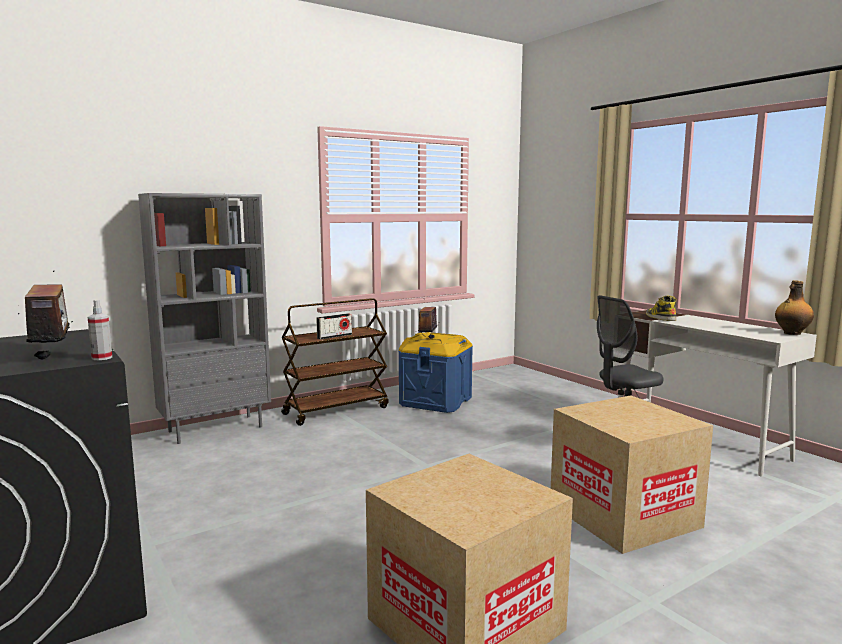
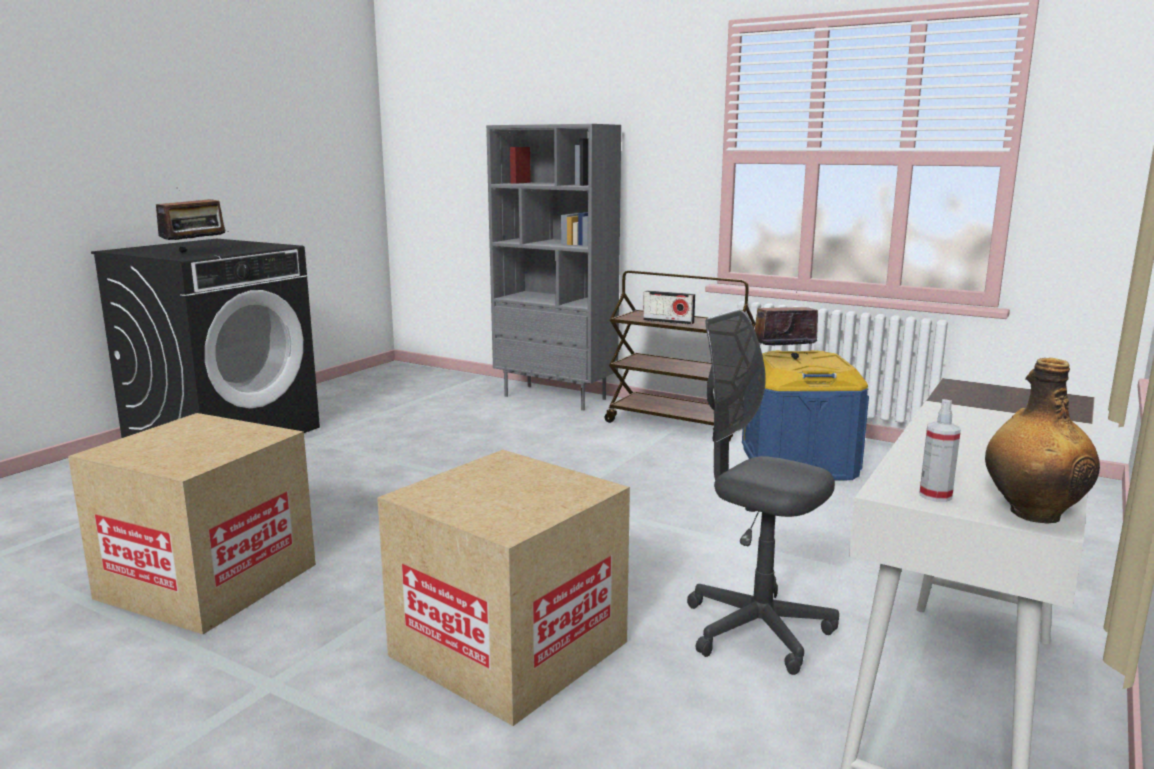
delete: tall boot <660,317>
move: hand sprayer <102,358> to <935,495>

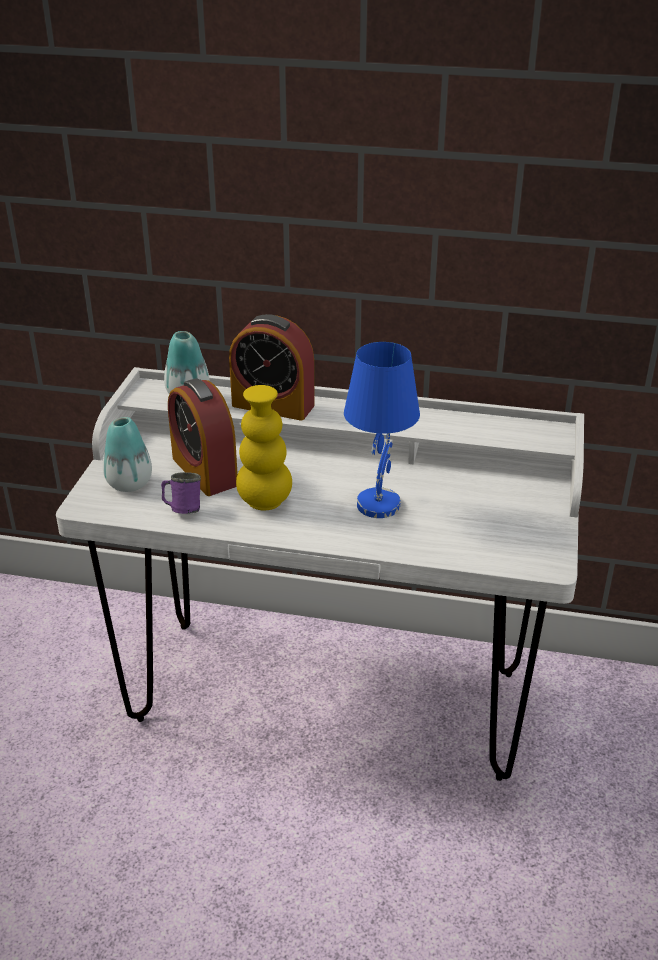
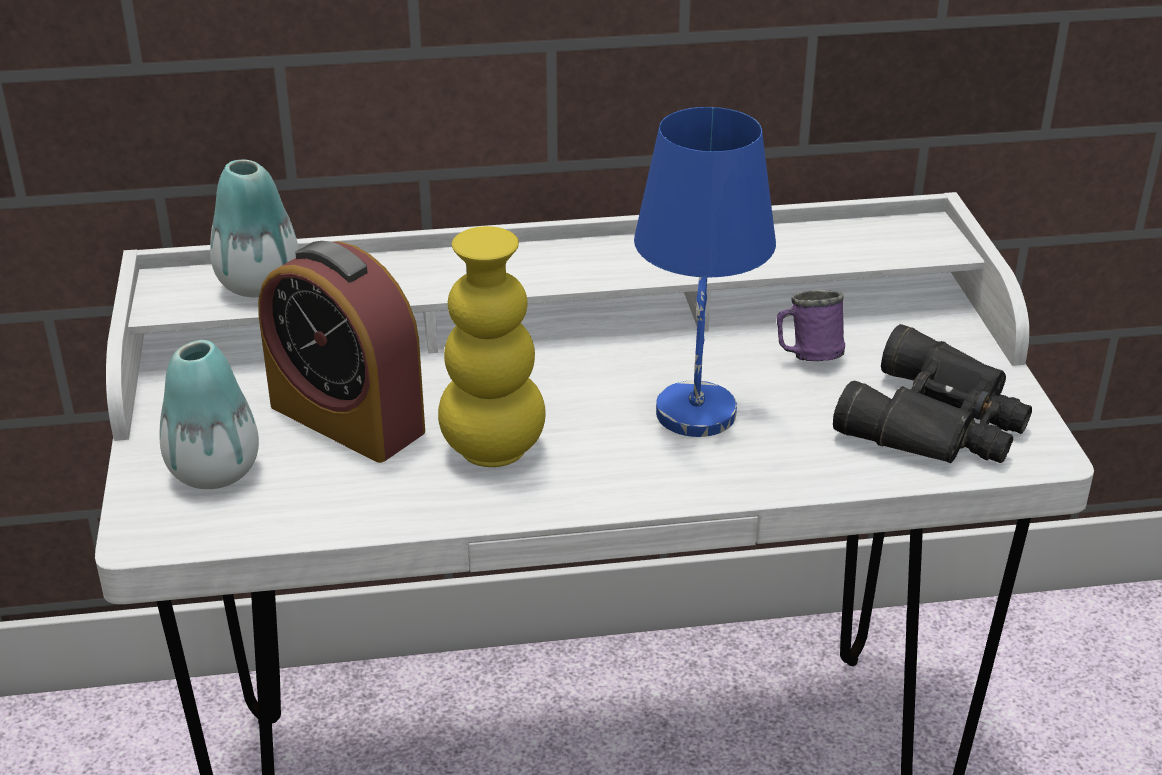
delete: bedside clock <273,405>
insert: pair of binoculars/black-coloured <939,422>
move: mug/purple <182,509> to <807,357>

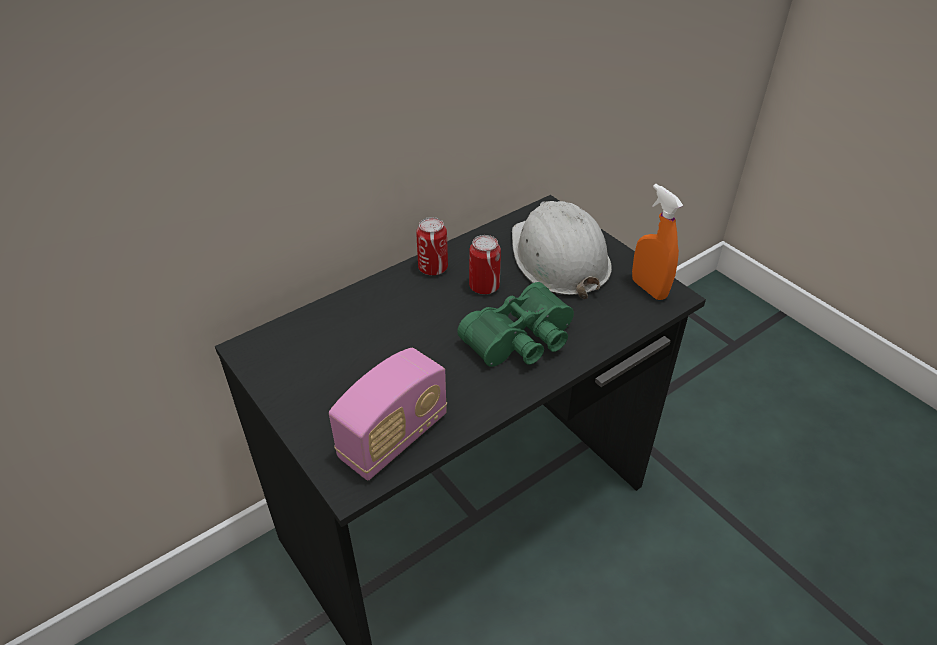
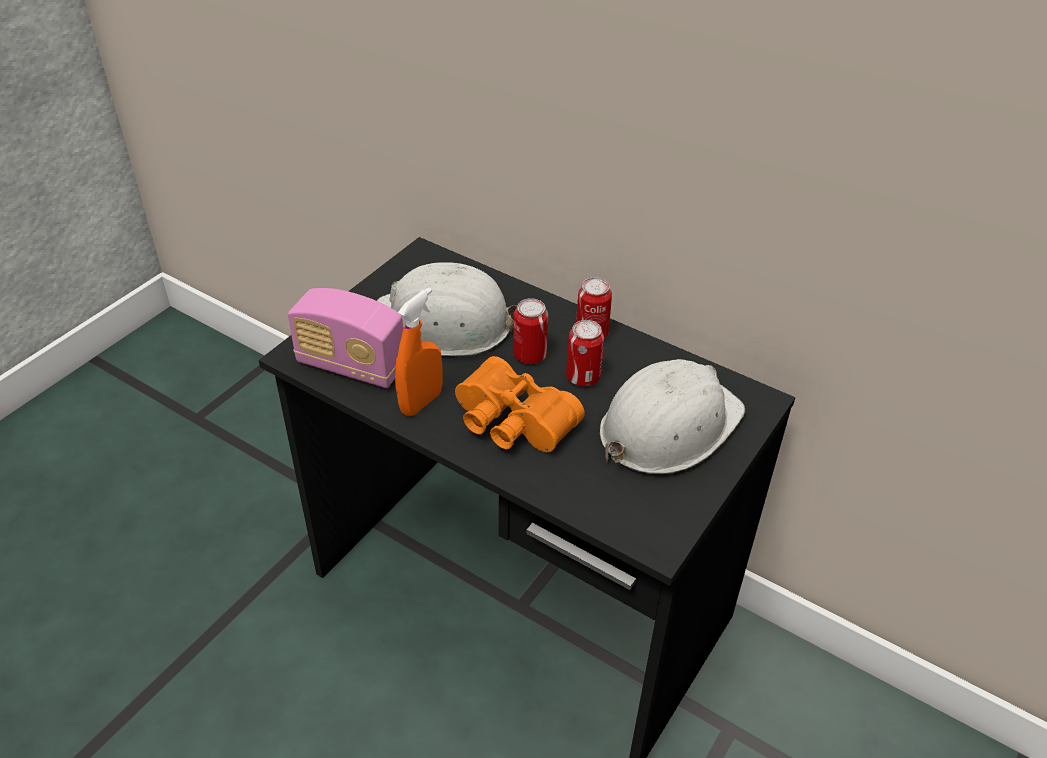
insert: safety helmet/whitish <443,324>; can <529,355>
move: hand sprayer/orange-coloured <648,288> to <421,402>
recolor: pair of binoculars/green <522,341> to pair of binoculars/orange-coloured <511,423>

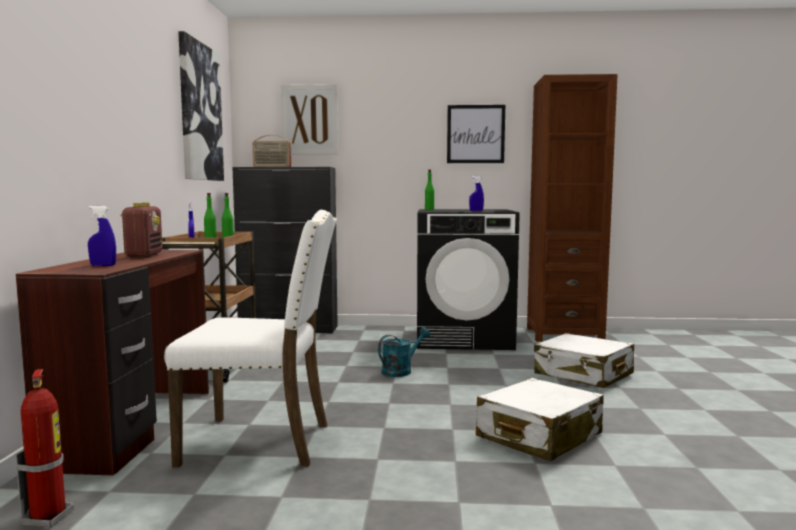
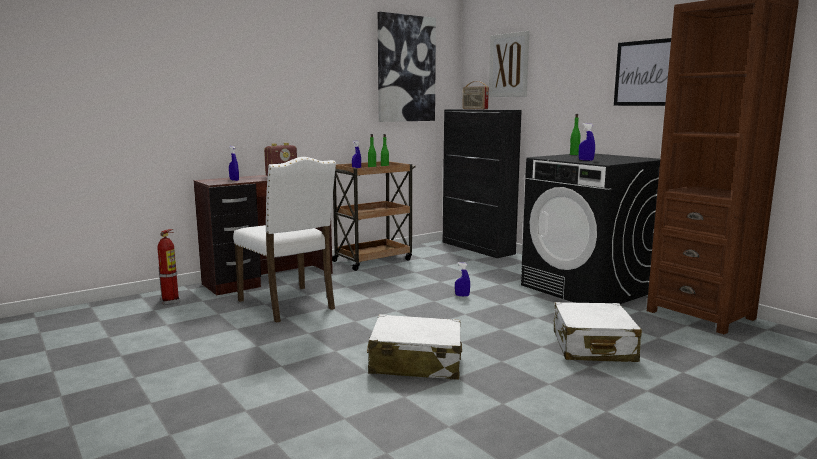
replace: watering pot/blue-green <401,371> to hand sprayer/bluish <462,295>

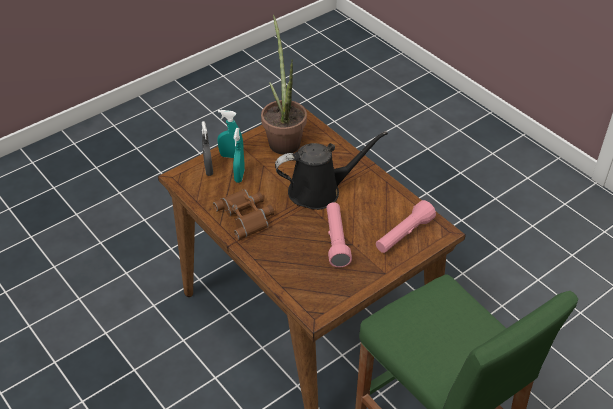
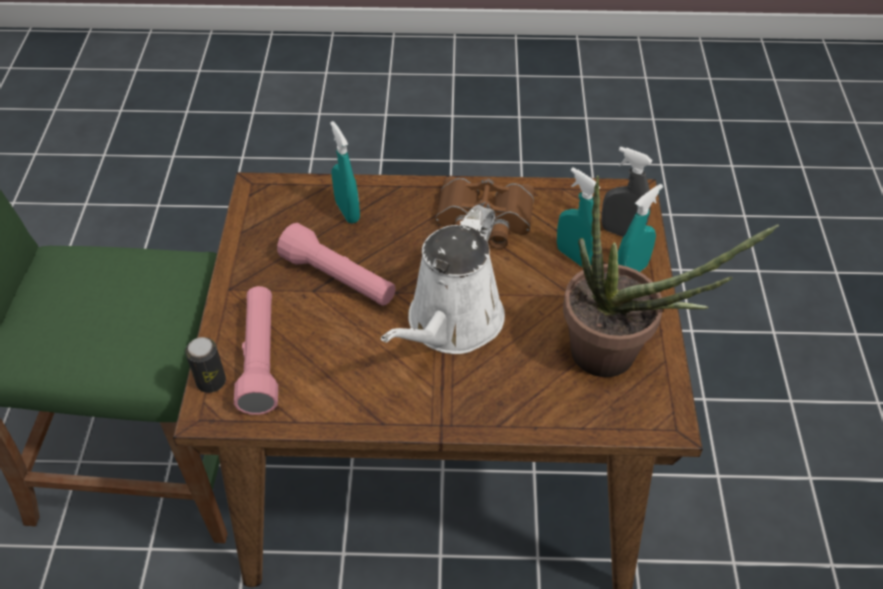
insert: hand sprayer/blue-green <347,211>; can <211,382>
recolor: watering pot/black-coloured <319,191> to watering pot/whitish <451,324>

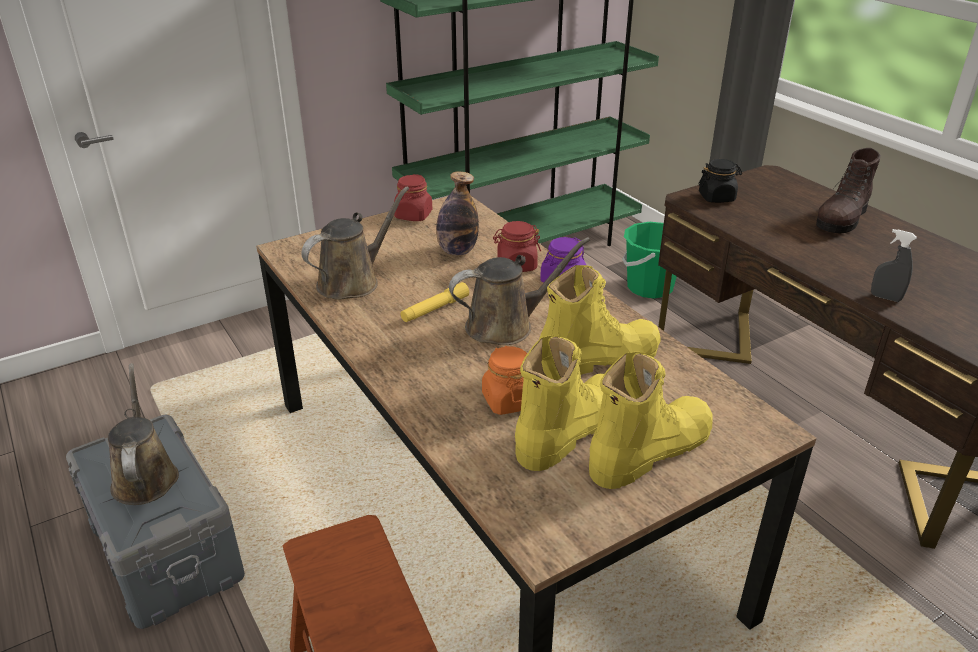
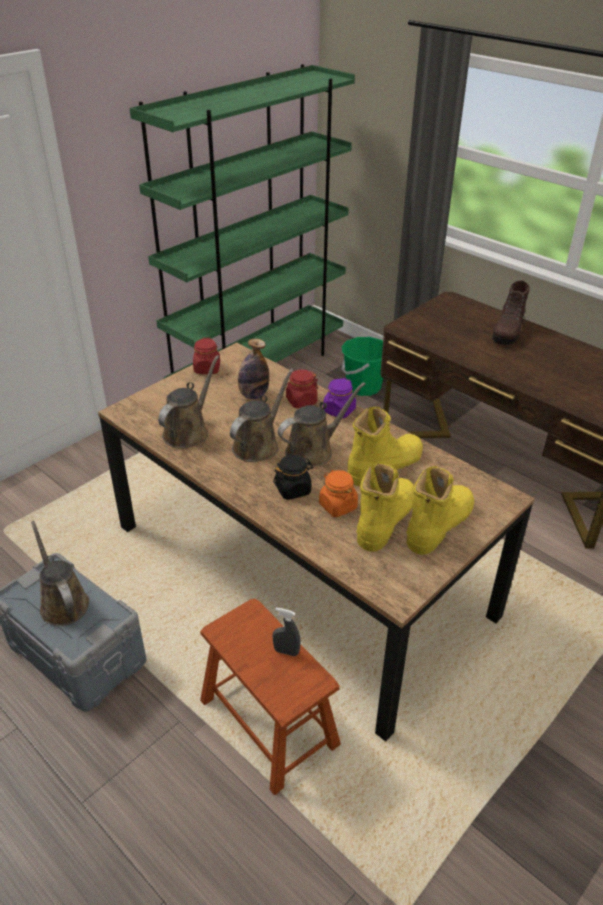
move: preserve jar/black-coloured <717,197> to <293,489>; hand sprayer/greyish <885,297> to <286,651>
replace: torch/yellow <435,309> to watering pot/brown <258,445>

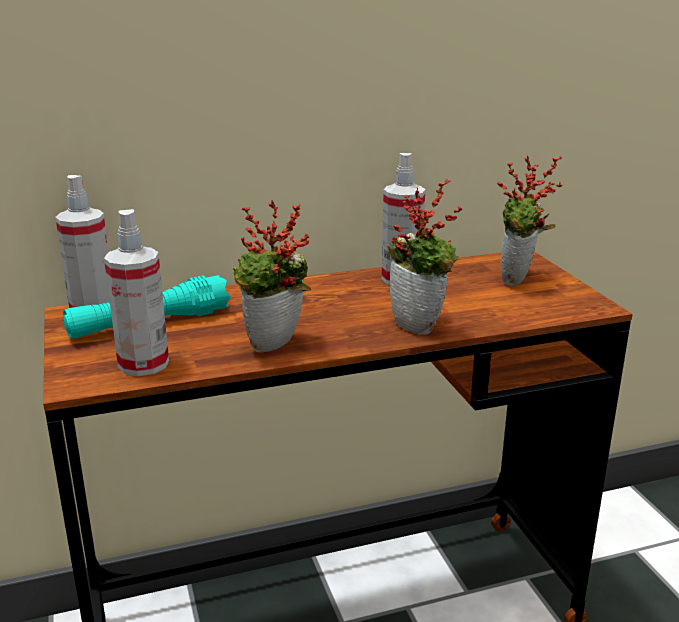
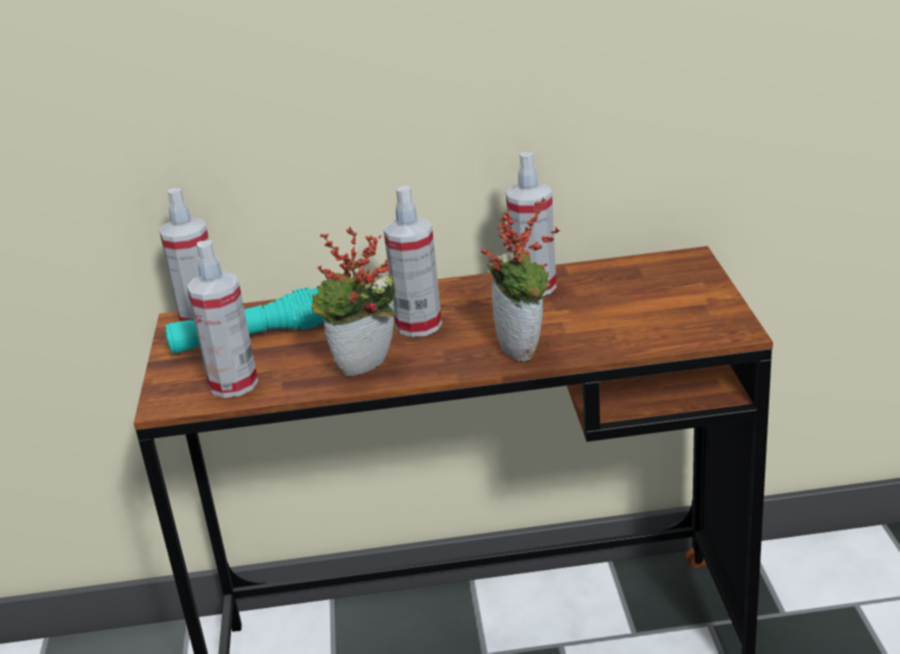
delete: houseplant <519,281>
insert: hand sprayer <418,325>

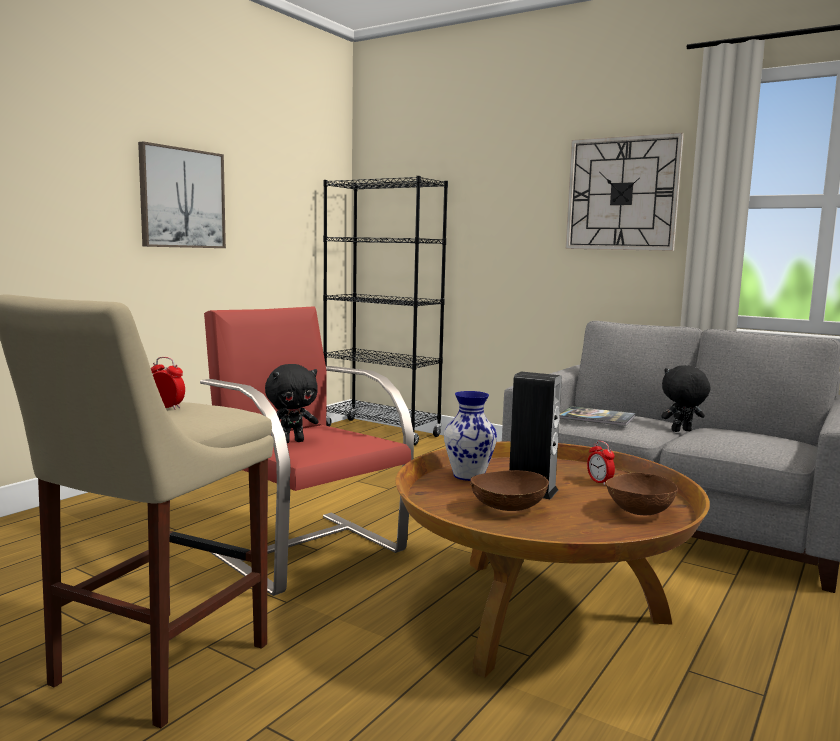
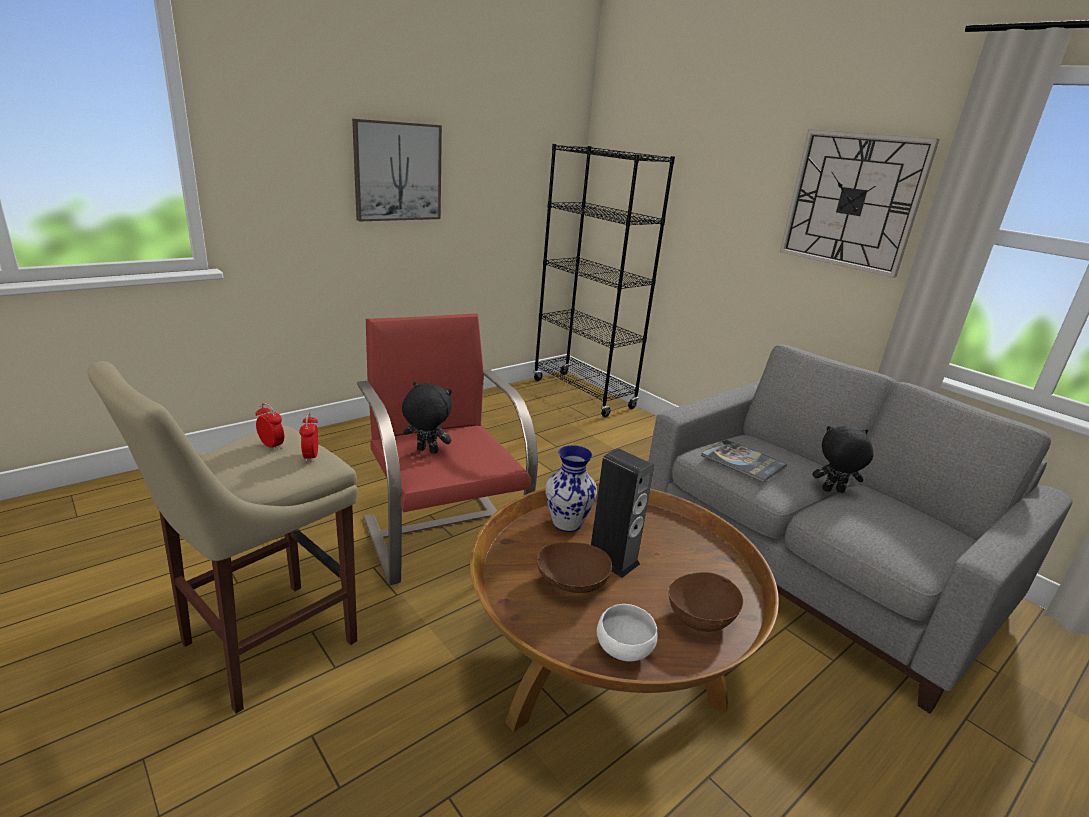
insert: serving bowl/whitish <624,650>
move: bedside clock <599,482> to <311,456>
rotate: cuddly toy/black-coloured <292,441> = <426,451> 150 degrees counterclockwise

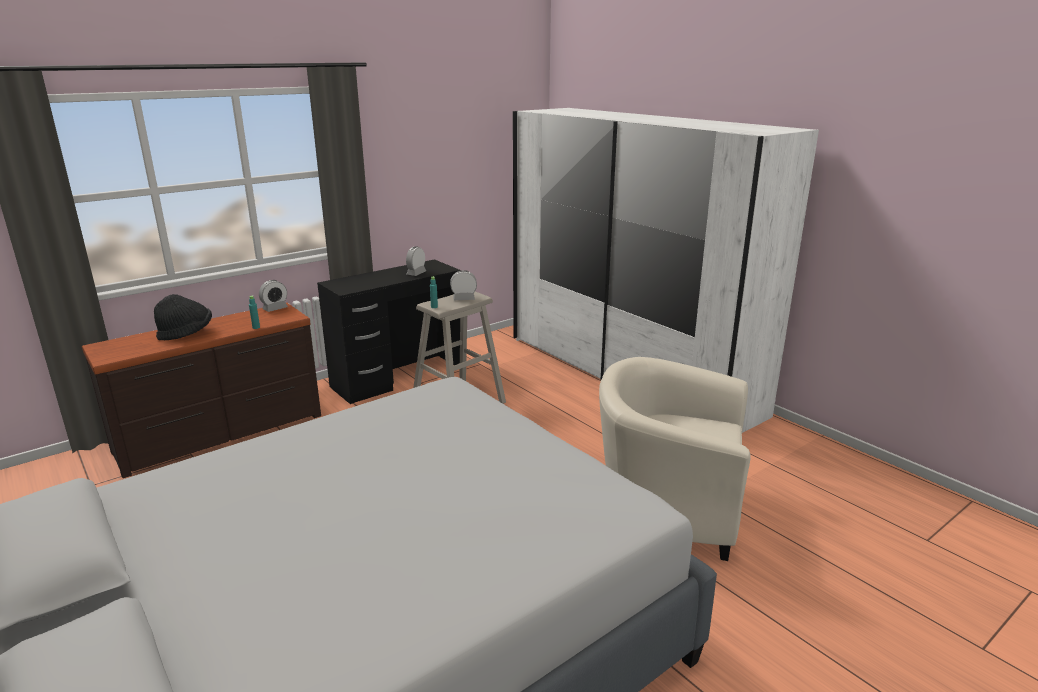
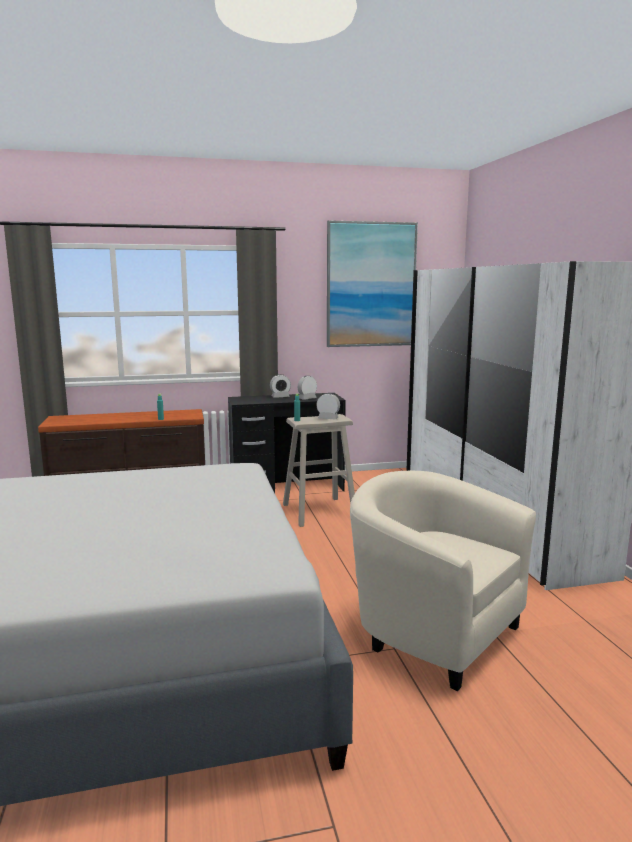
delete: hat/black-coloured <186,334>
insert: picture <371,285>
move: bedside clock <275,308> to <280,397>

